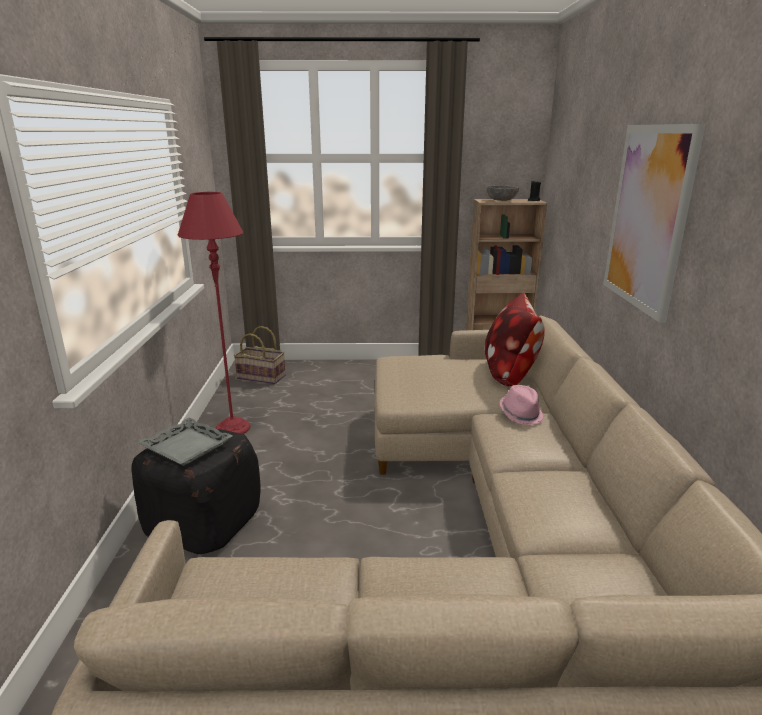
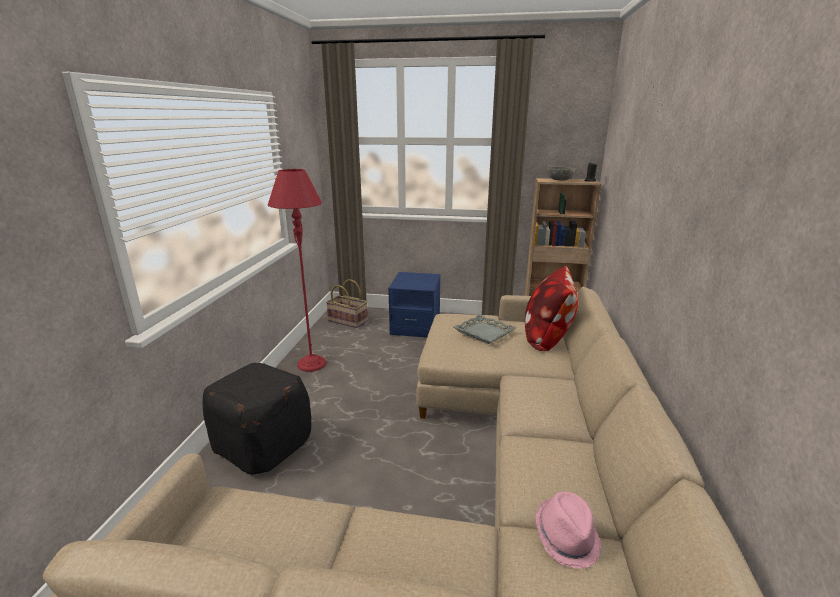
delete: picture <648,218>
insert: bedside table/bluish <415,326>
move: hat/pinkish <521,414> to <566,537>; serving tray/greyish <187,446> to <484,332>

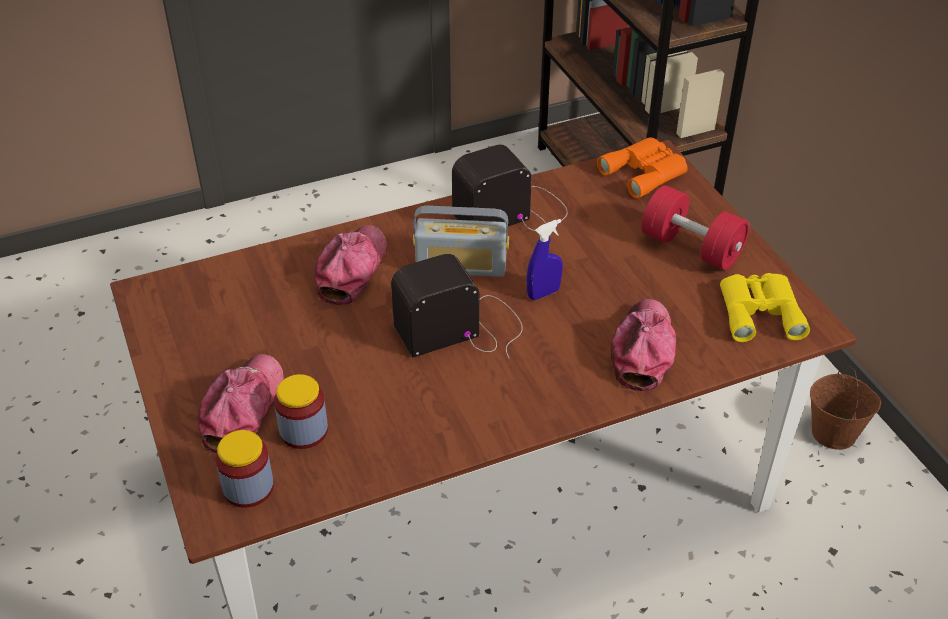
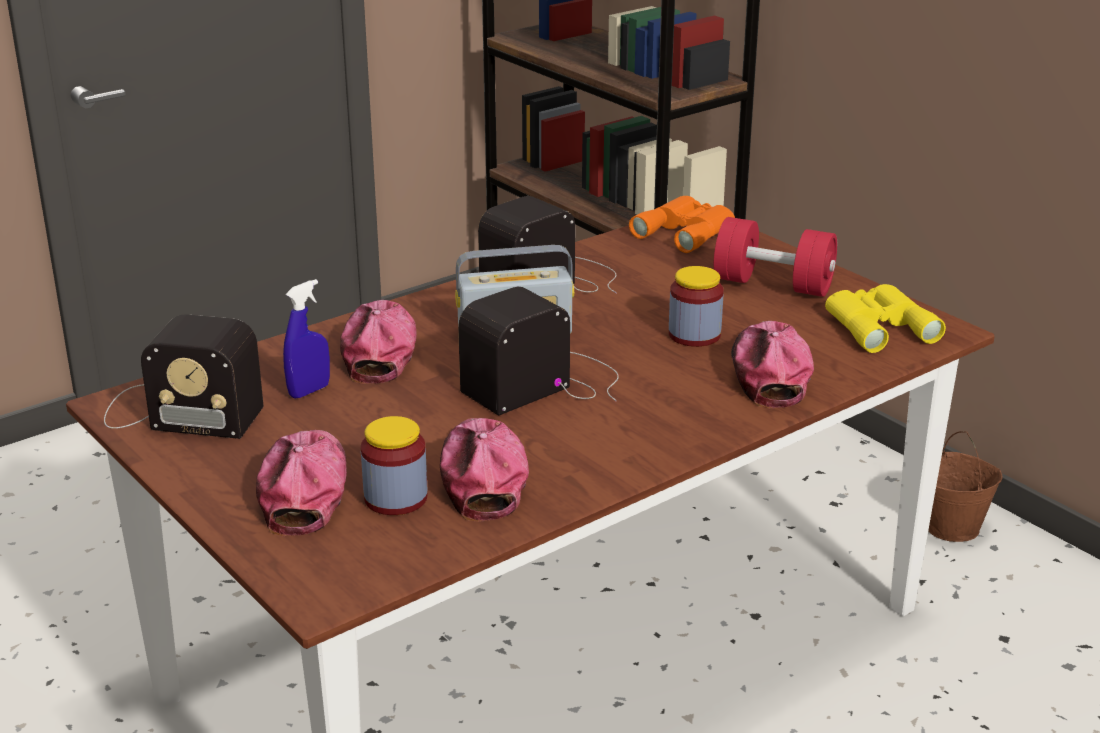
insert: radio receiver <177,411>; peaked cap <481,477>
move: hand sprayer/bluish <543,293> to <309,391>; preserve jar <248,487> to <694,335>

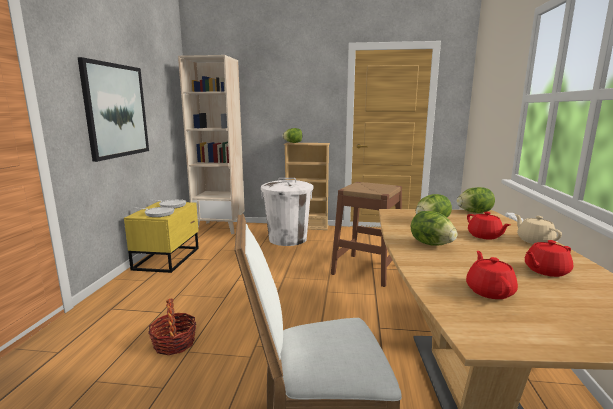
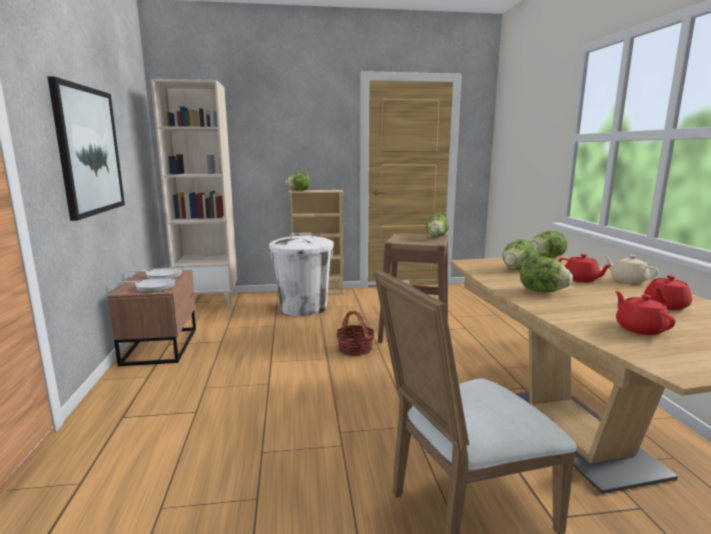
insert: head of lettuce <437,236>
move: basket <174,343> to <355,349>
recolor: bedside table/yellow <168,258> to bedside table/brown <162,345>

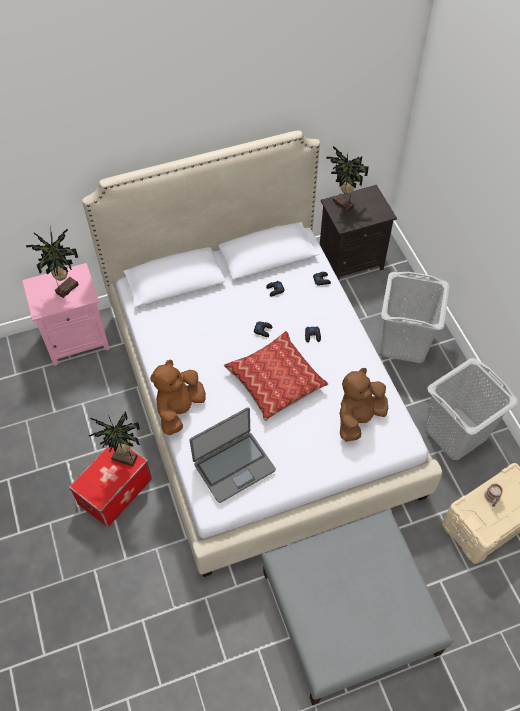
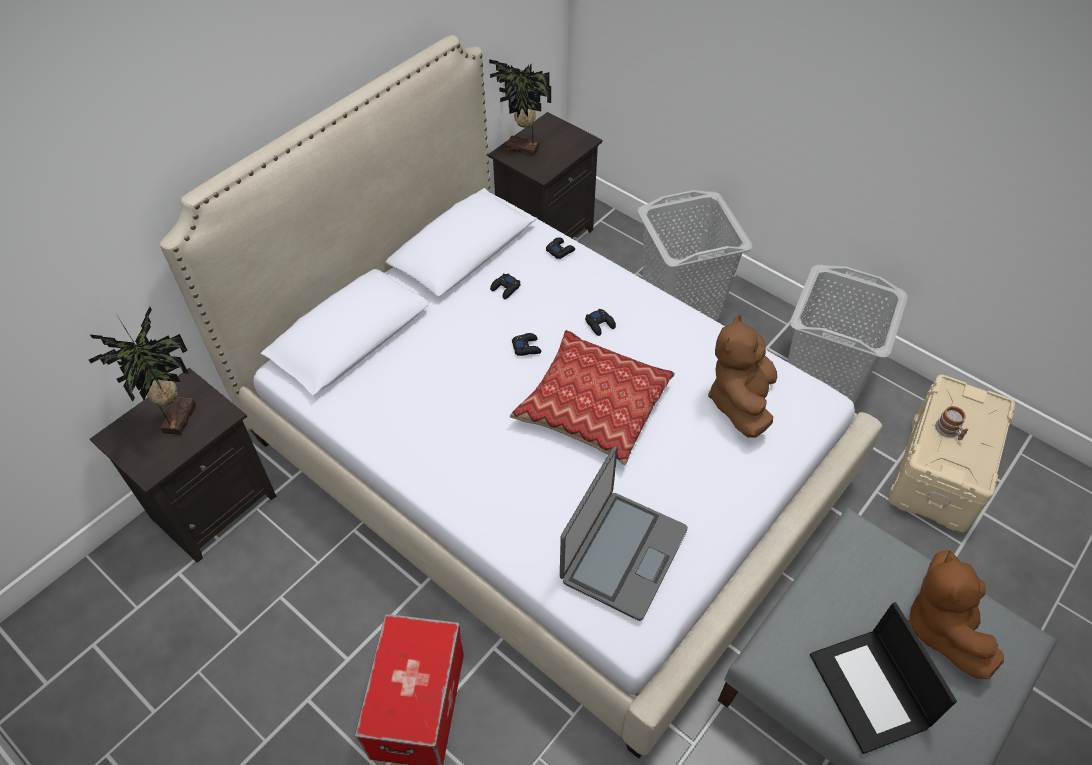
delete: houseplant <124,460>
insert: portable computer <870,691>
move: cuddly toy/brown <179,409> to <940,626>
recolor: bedside table/pinkish <77,338> to bedside table/black-coloured <214,504>

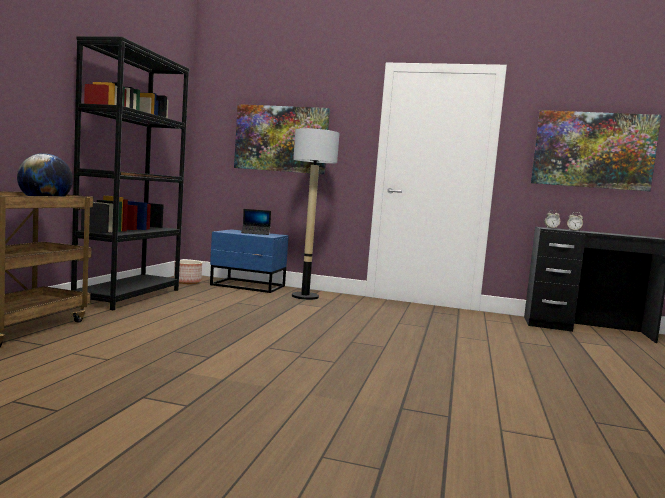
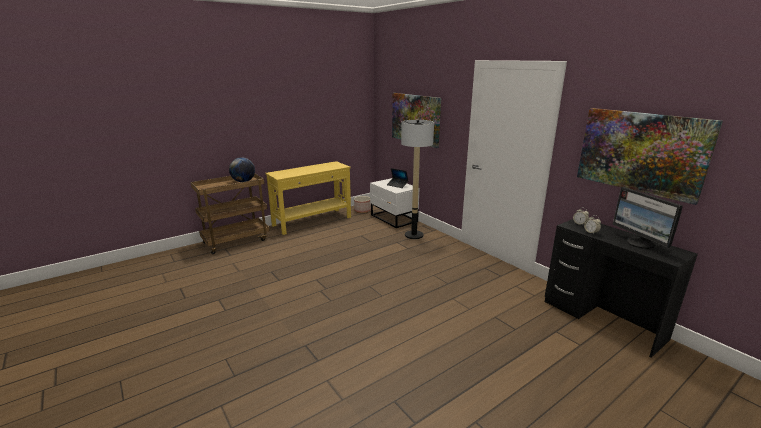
insert: computer screen <640,243>
replace: bookshelf/black-coloured <129,296> to hall table/yellow <313,221>
recolor: bedside table/bluish <248,286> to bedside table/whitish <393,219>

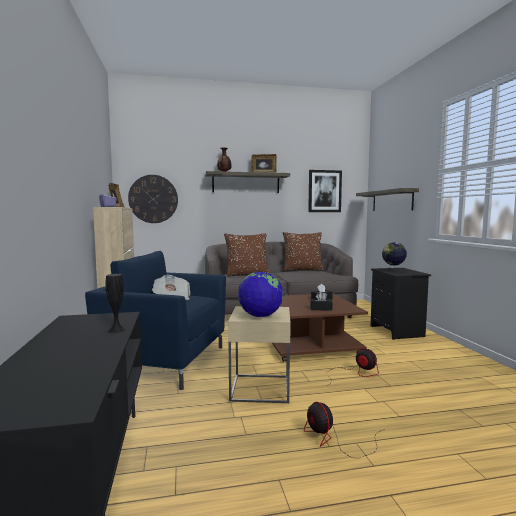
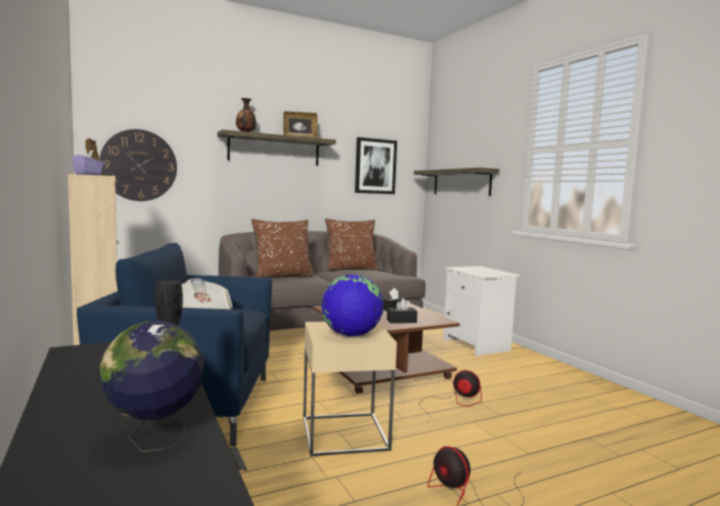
move: desk globe <393,271> to <154,440>
recolor: bedside table/black-coloured <398,331> to bedside table/whitish <477,345>

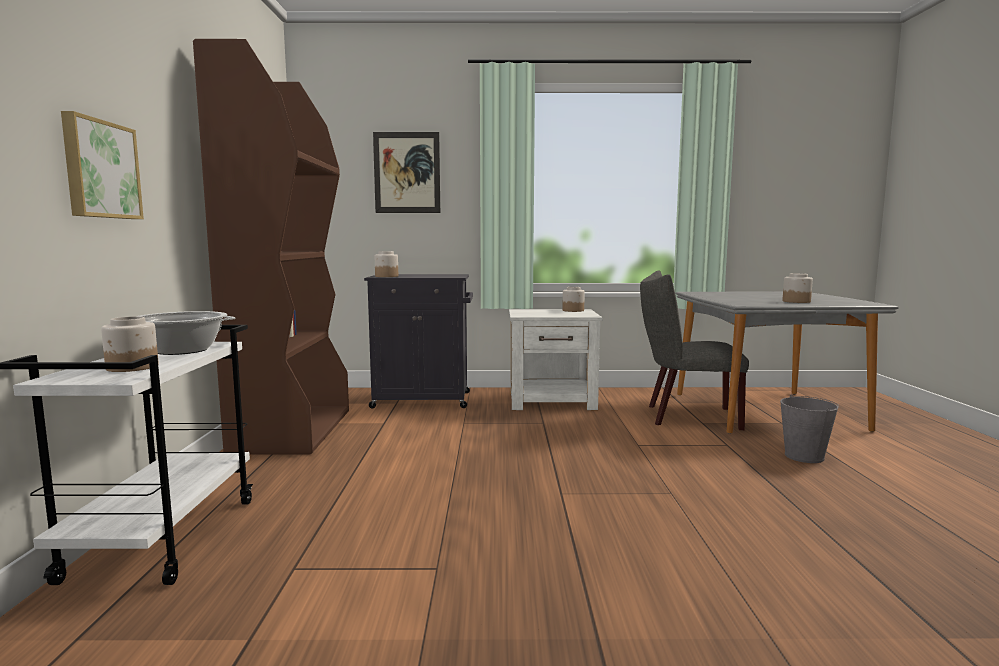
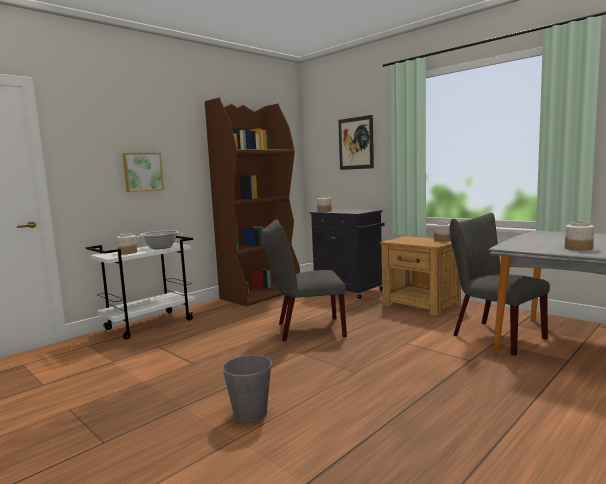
insert: plain chair/greyish <306,330>
move: pail/greyish <804,456> to <250,413>
recolor: bedside table/whitish <553,401> to bedside table/brown <421,305>

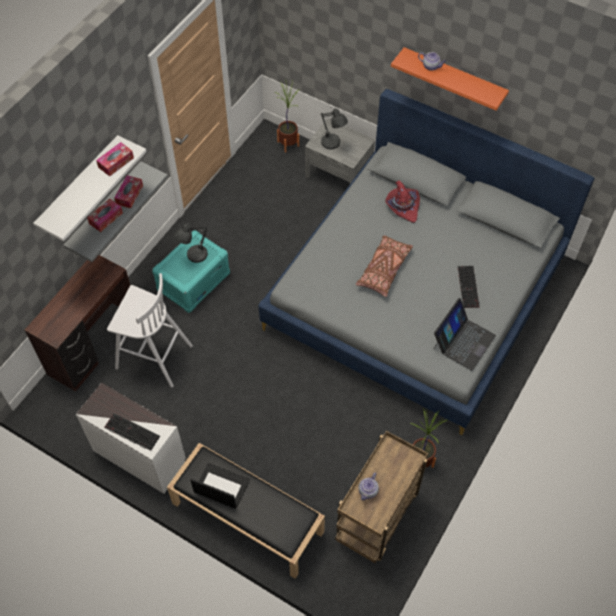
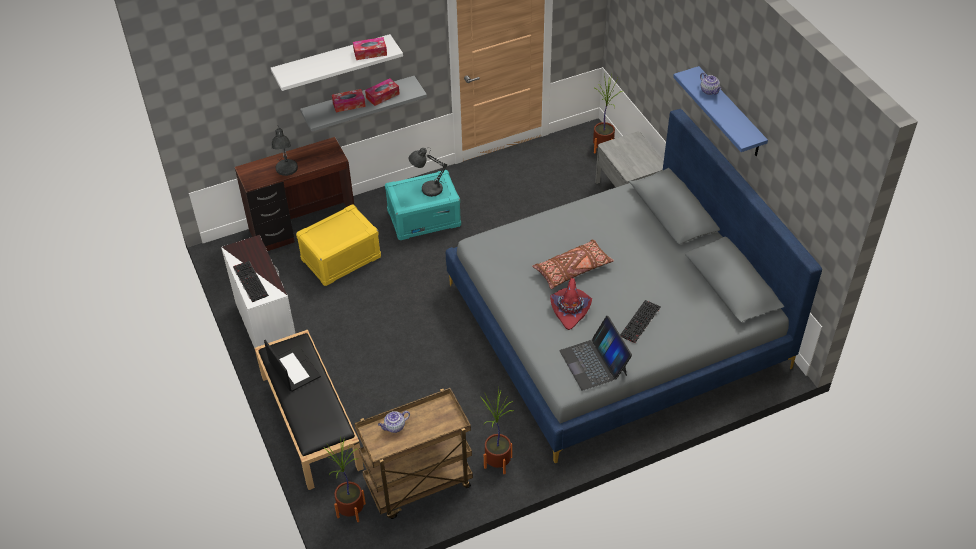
insert: houseplant <351,510>
move: tabletop lamp/greyish <332,144> to <286,170>; hat/reddish <403,206> to <570,310>
replace: stool seat/whitish <152,357> to storage bin/yellow <341,259>
recolor: shelf/orange-coloured <453,78> to shelf/bluish <730,113>
rotate: portable computer <463,341> = <594,362> 90 degrees clockwise

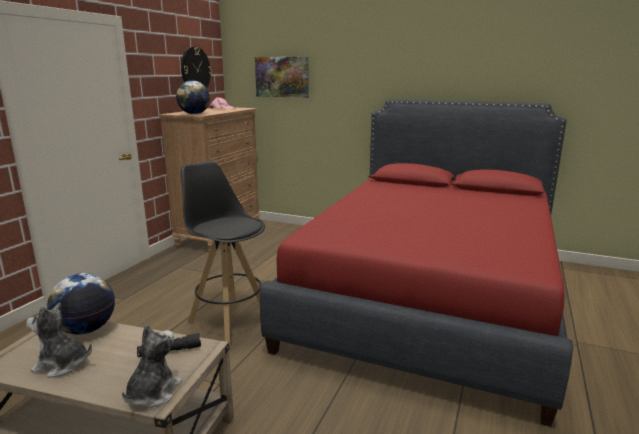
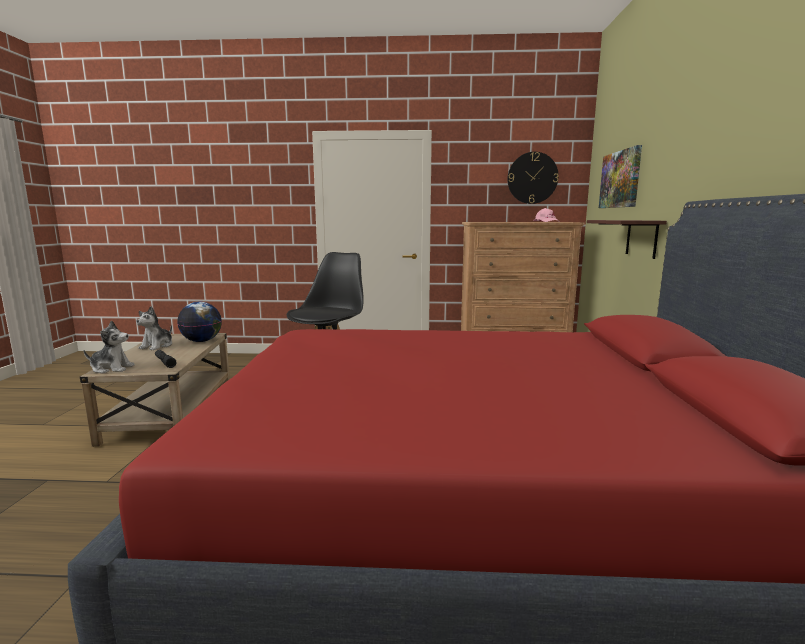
delete: desk globe <194,114>
insert: shelf <641,238>
rotate: cuddly toy <62,365> = <157,346> 150 degrees counterclockwise

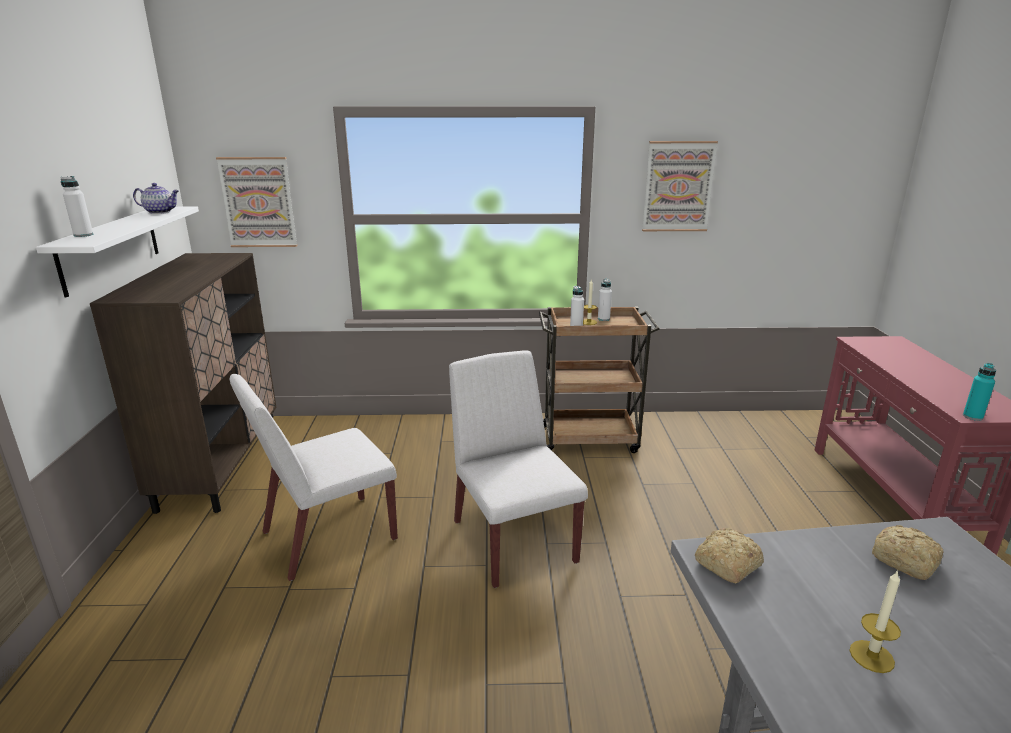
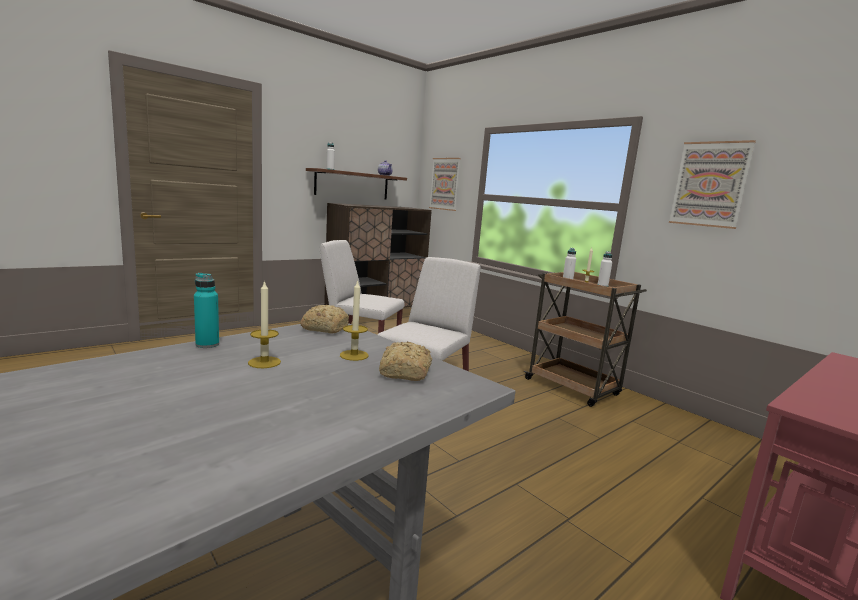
insert: wax light <354,355>
move: drink bottle/blue-green <972,416> to <207,344>
recolor: shelf/whitish <110,248> to shelf/brown <352,185>

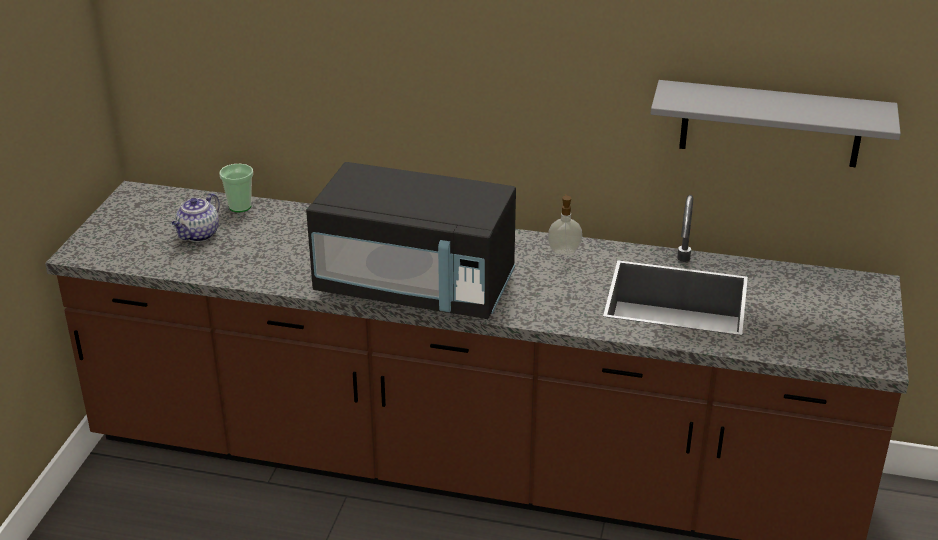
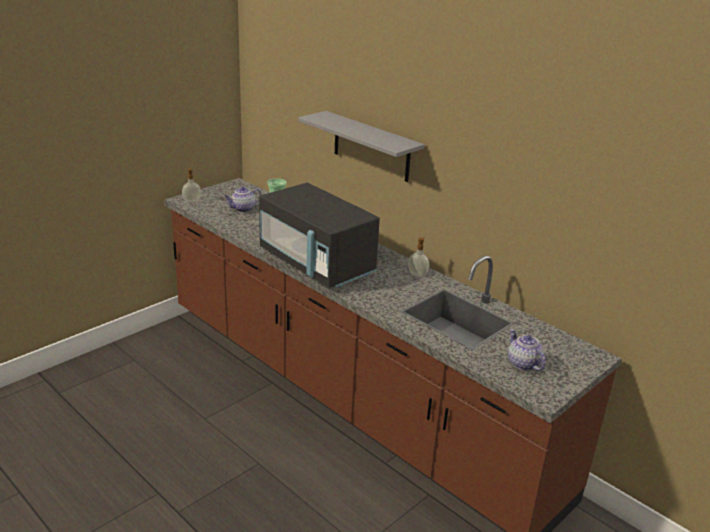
insert: liquid soap bottle <191,201>; teapot <522,363>
move: shelf/greyish <771,124> to <371,147>

